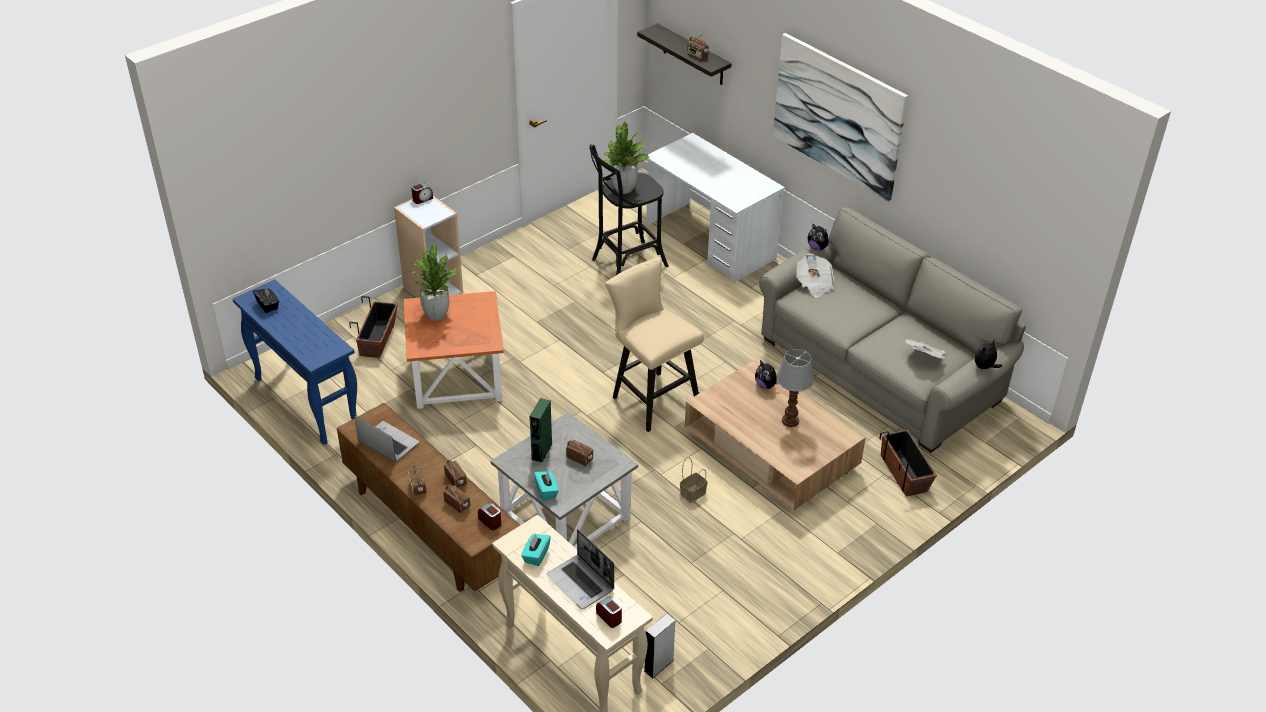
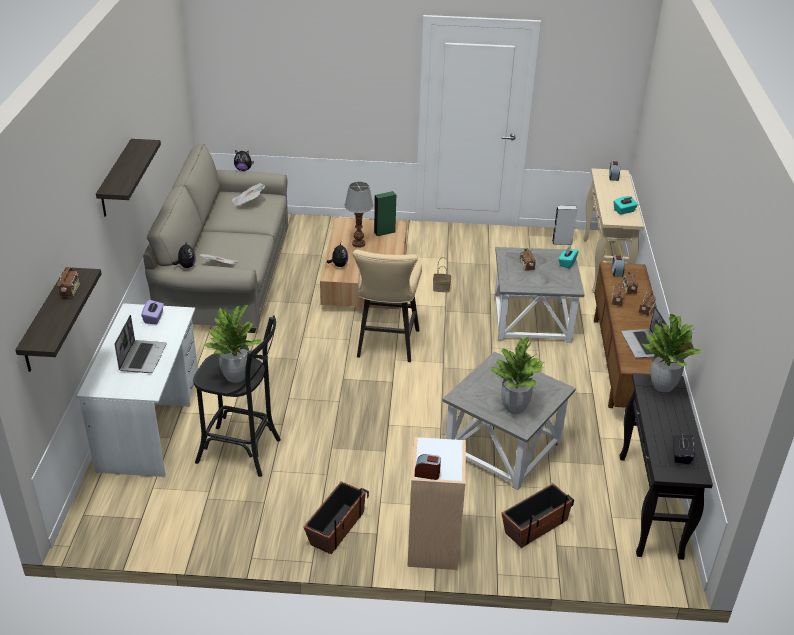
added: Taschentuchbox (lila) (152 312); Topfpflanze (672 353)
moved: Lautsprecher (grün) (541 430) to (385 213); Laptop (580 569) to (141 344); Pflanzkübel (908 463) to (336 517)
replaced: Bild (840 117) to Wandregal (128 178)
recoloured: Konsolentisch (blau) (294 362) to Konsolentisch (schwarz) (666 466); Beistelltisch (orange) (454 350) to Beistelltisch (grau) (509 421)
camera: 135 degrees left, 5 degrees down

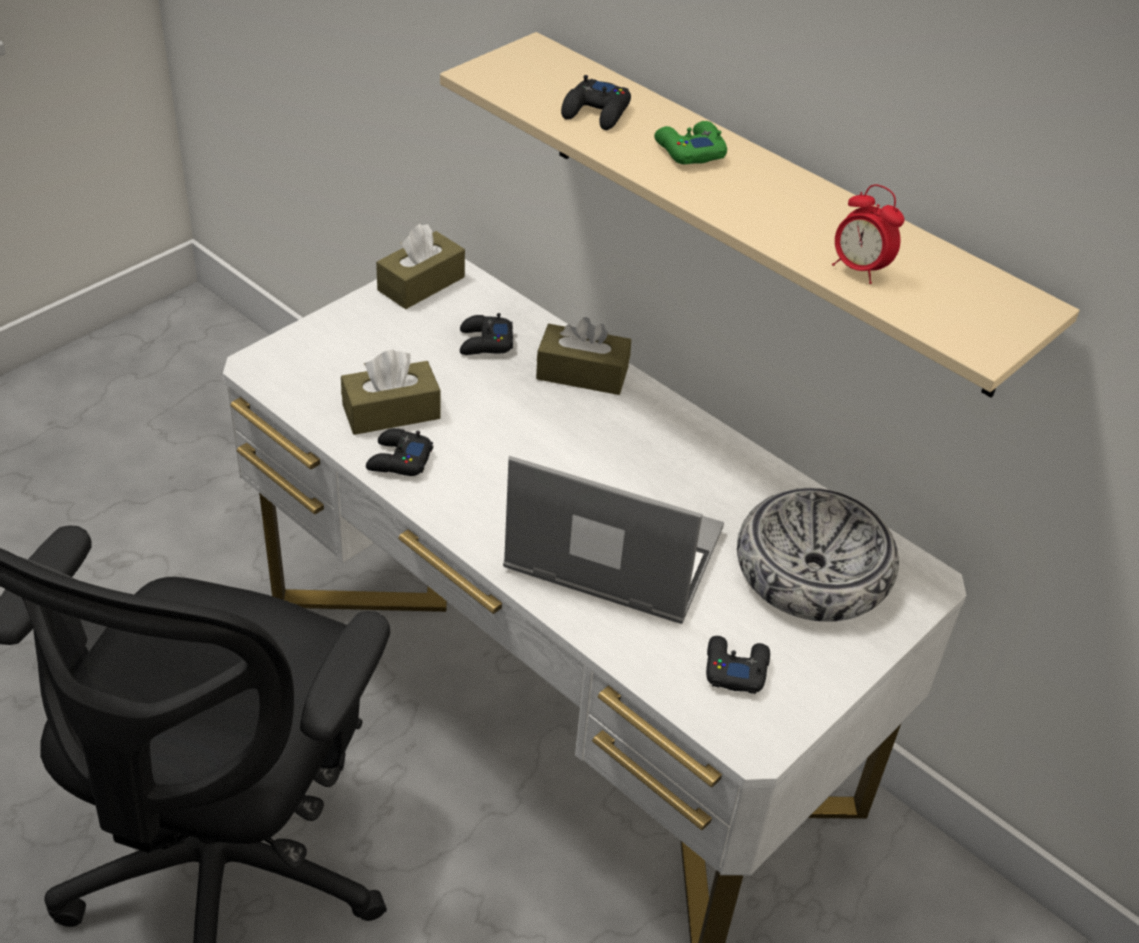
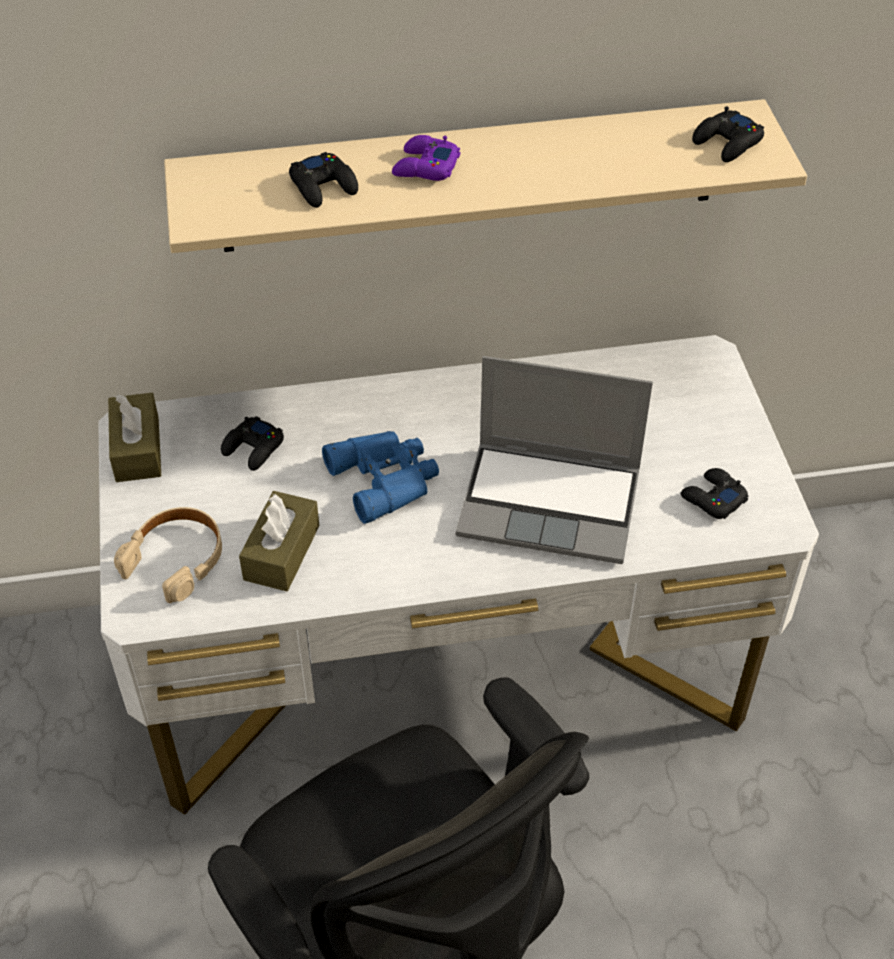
removed: Taschentuchbox (braun) (583 356); Schüssel (818 555); Wecker (868 234)
added: Kopfhörer (beige) (168 555); Fernglas (blau) (380 477)
moved: Gamepad (schwarz) (399 452) to (728 134)
recoloured: Gamepad (grün) (690 142) to Gamepad (lila) (426 158)
turned: Laptop (613 540) = (554 460) 135 degrees counterclockwise
camera: 50 degrees left, 5 degrees up

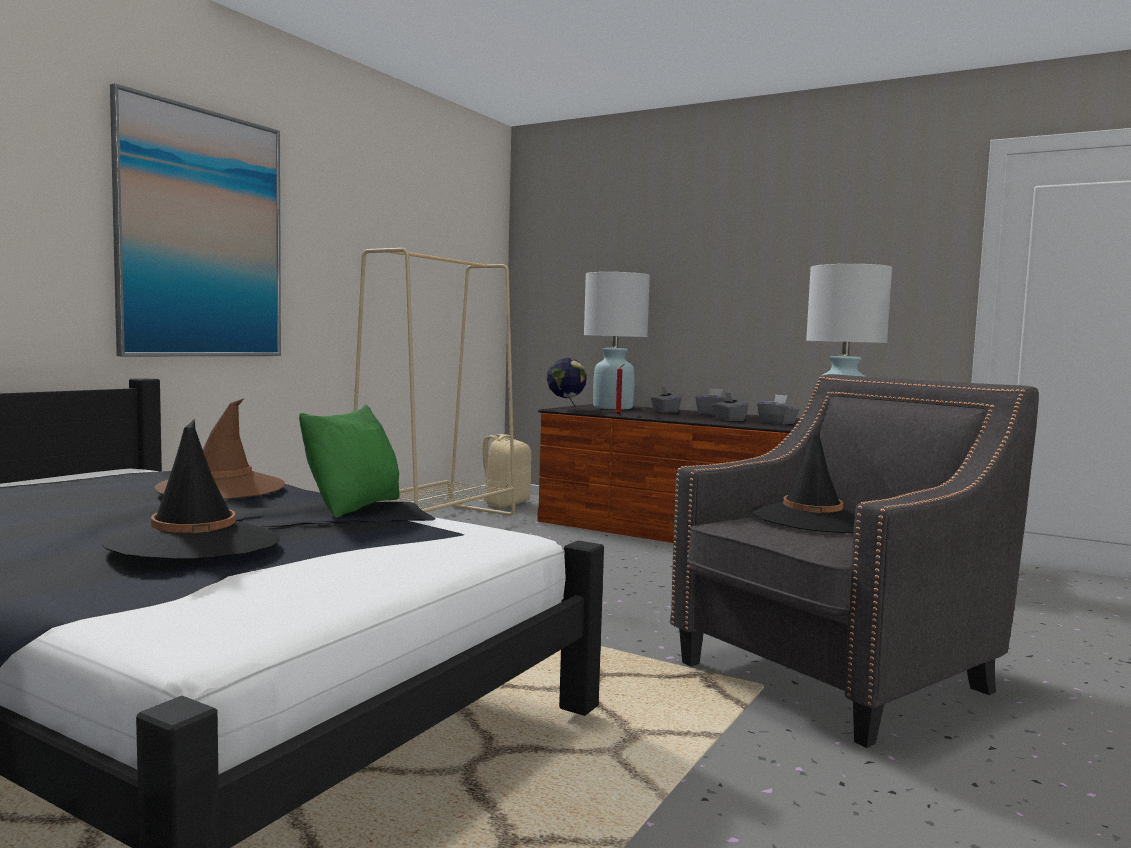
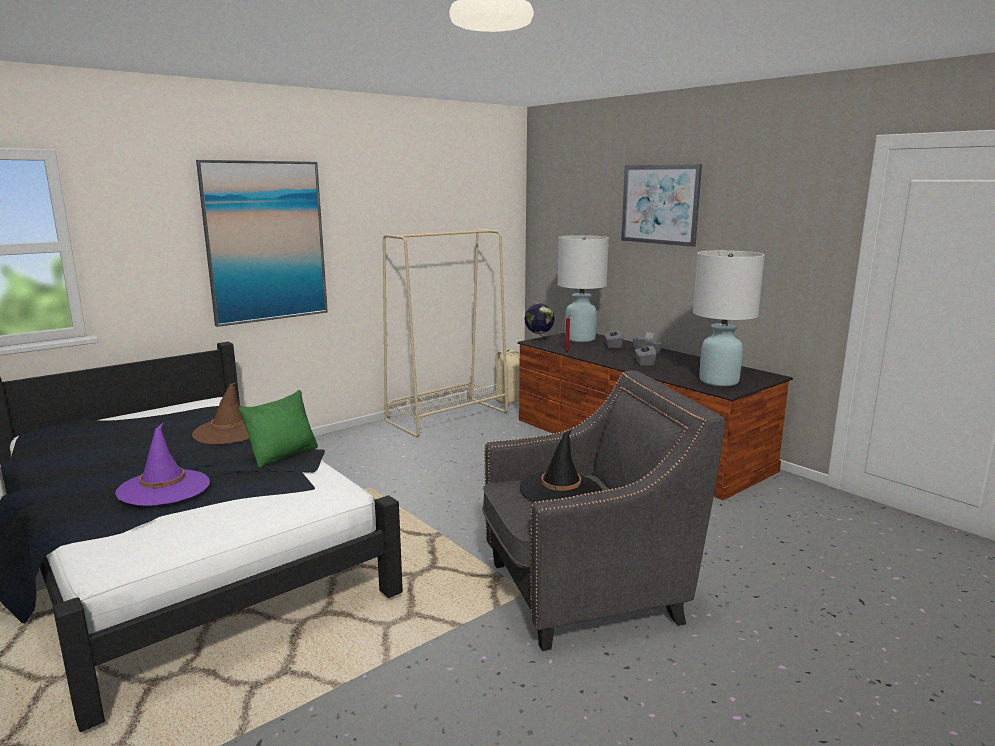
removed: Taschentuchbox (grau) (778 409)
added: Bild (661 205)
recoloured: Hut (schwarz) (191 489) to Hut (lila) (162 464)
camera: 20 degrees right, 10 degrees up

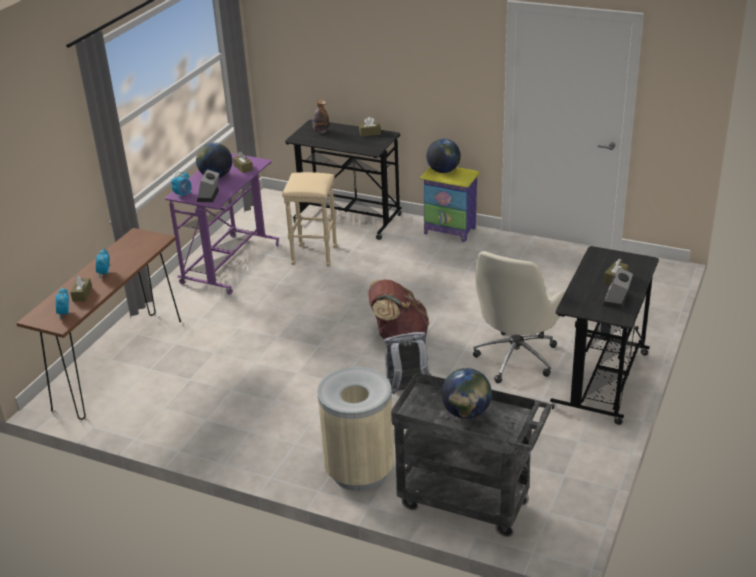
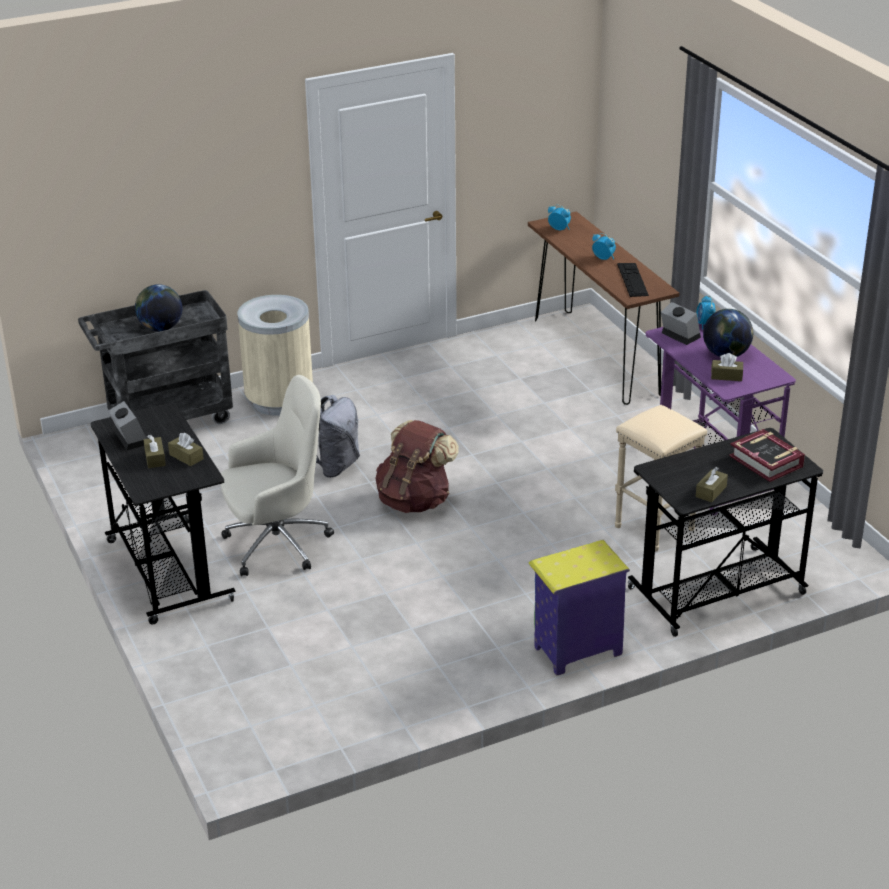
removed: Globus (443 156)
added: Tastatur (633 280)
moved: Taschentuchbox (braun) (81 289) to (186 449)
replaced: Flasche (320 116) to Buch (767 455)
turned: Bürostuhl (beige) (519 317) = (277 475) 90 degrees clockwise
camera: 130 degrees right, 0 degrees up

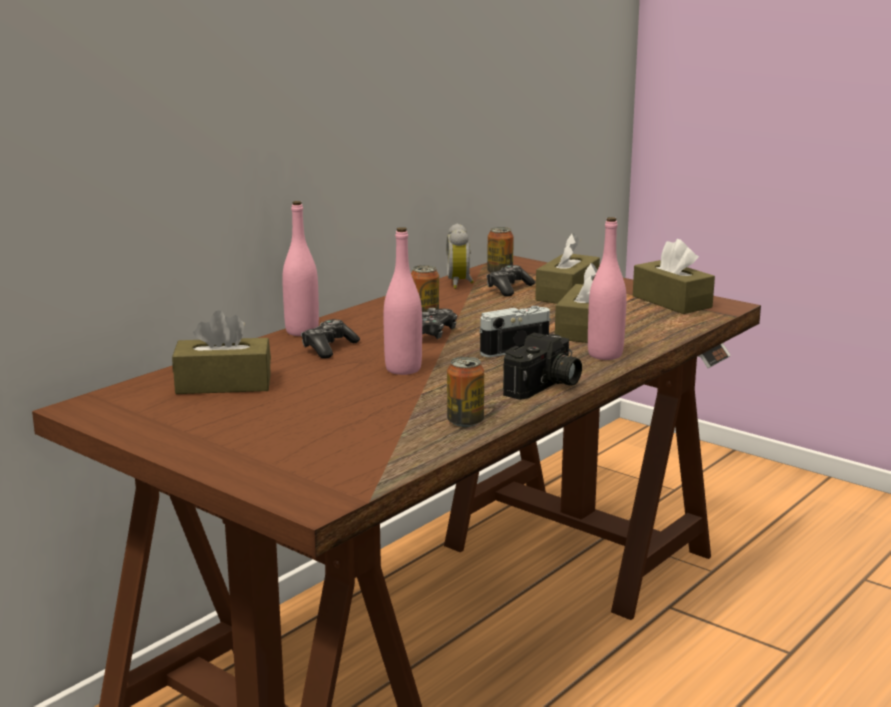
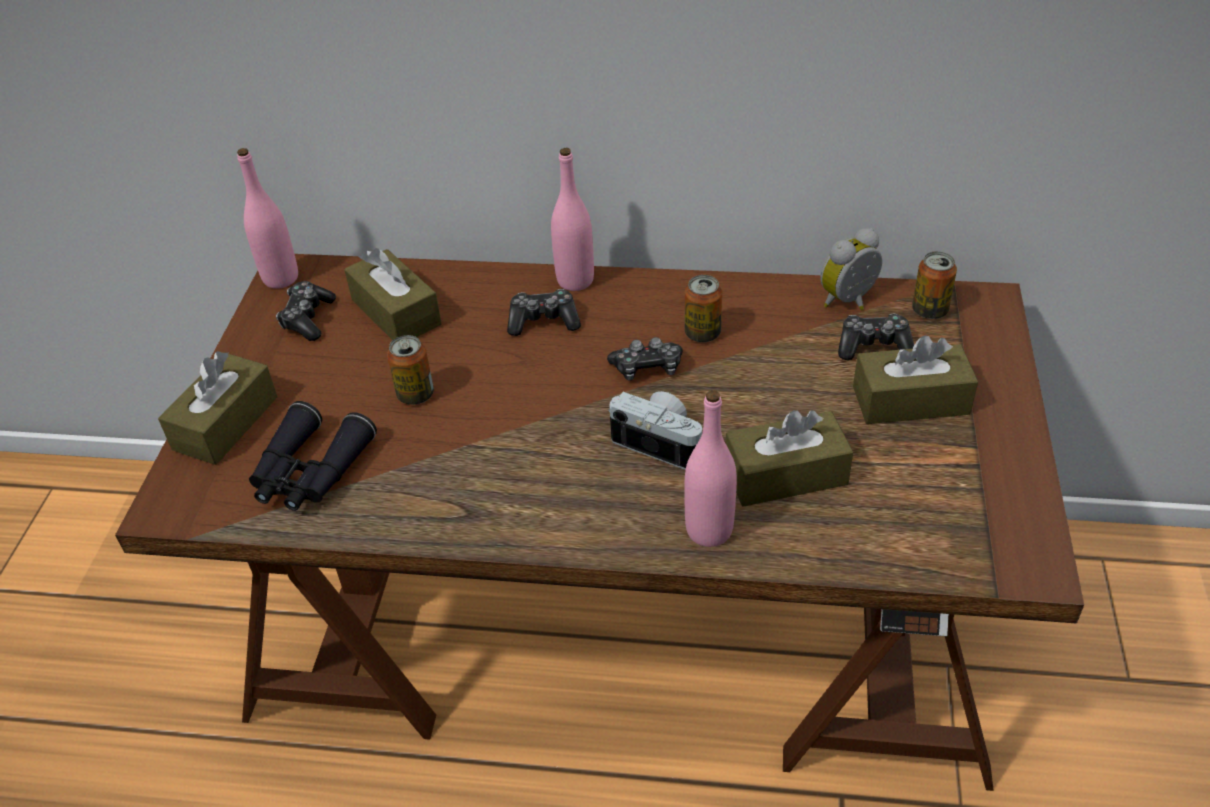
removed: Kamera (542 366)
added: Fernglas (schwarz) (313 456); Gamepad (306 311)
moved: Flasche (rosa) (403 301) to (267 218); Dose (465 392) to (410 370); Taschentuchbox (braun) (674 276) to (217 408)
camera: 60 degrees right, 25 degrees up

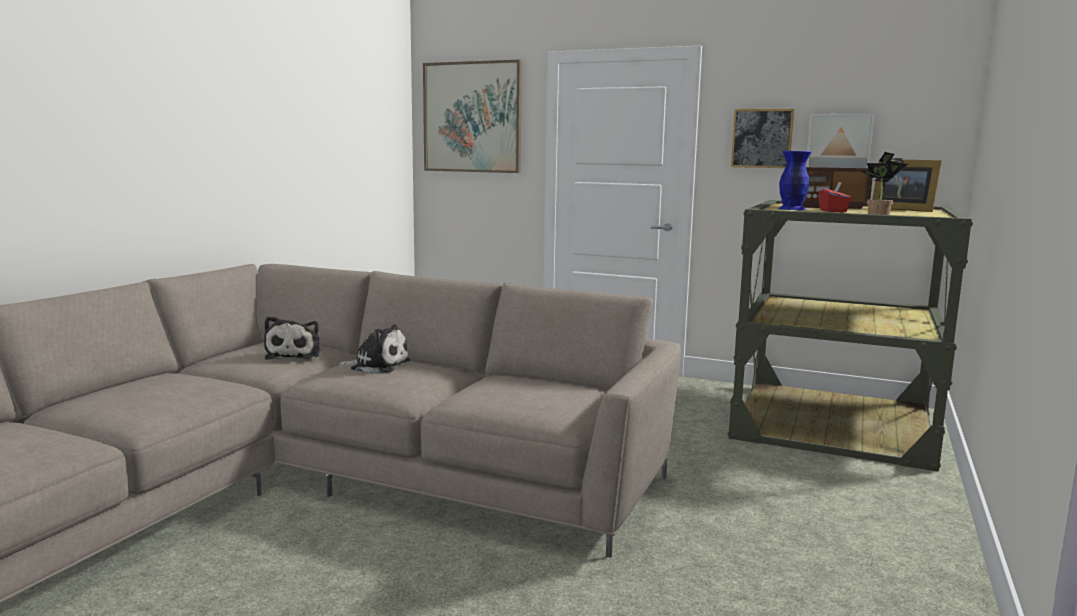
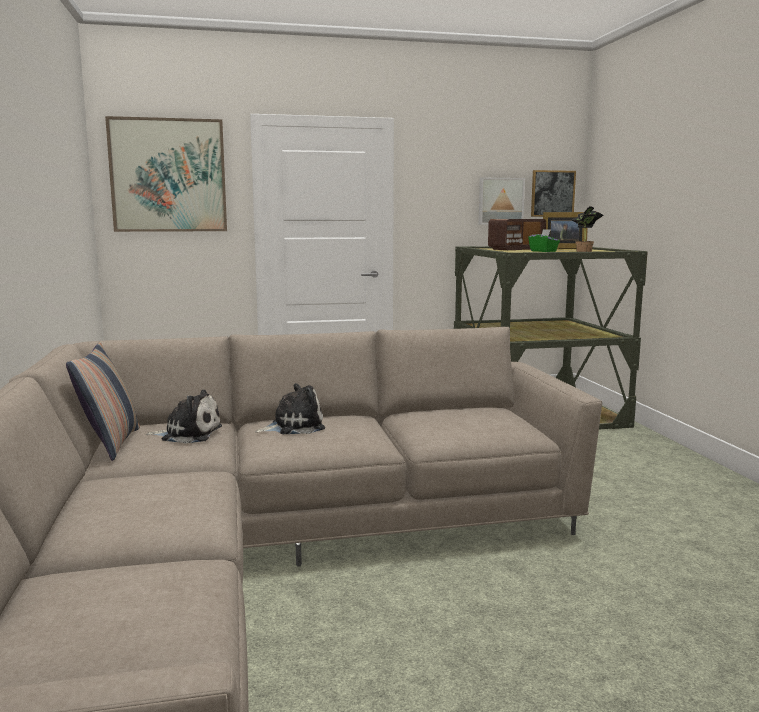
removed: Vase (blau) (795 180)
added: Kissen (103 402)
moved: Bild (762 138) to (553 193)
recoloured: Taschentuchbox (rot) (835 197) to Taschentuchbox (grün) (544 240)
turned: Plüschtier (292 338) = (184 417) 45 degrees counterclockwise
camera: 35 degrees left, 0 degrees up

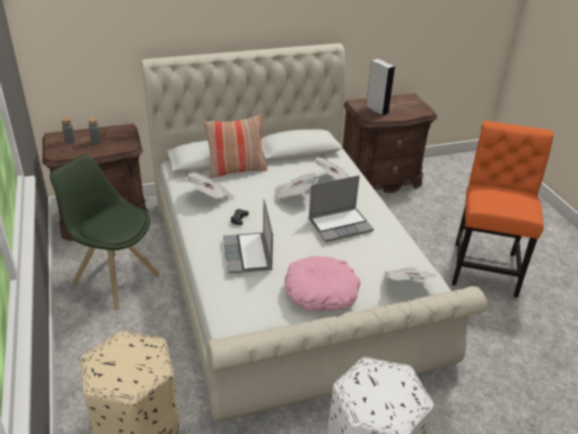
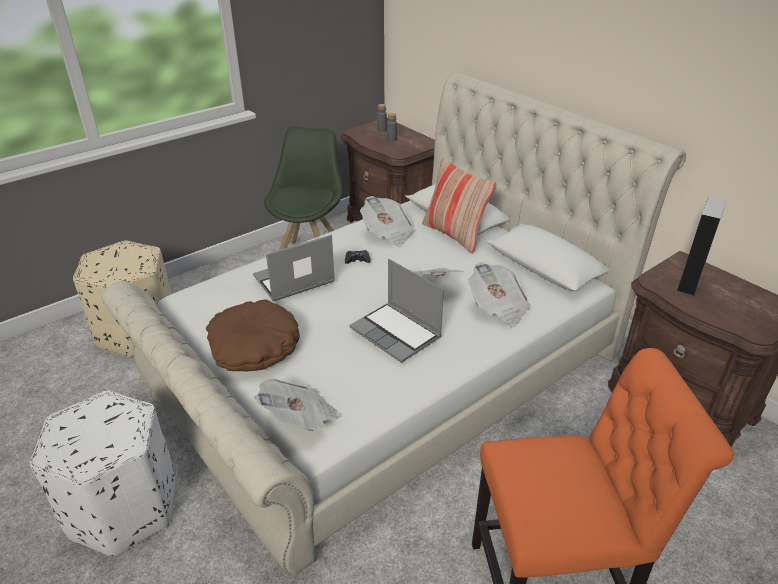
recoloured: Kissen (rosa) (322 283) to Kissen (braun) (253 335)
camera: 70 degrees right, 0 degrees up

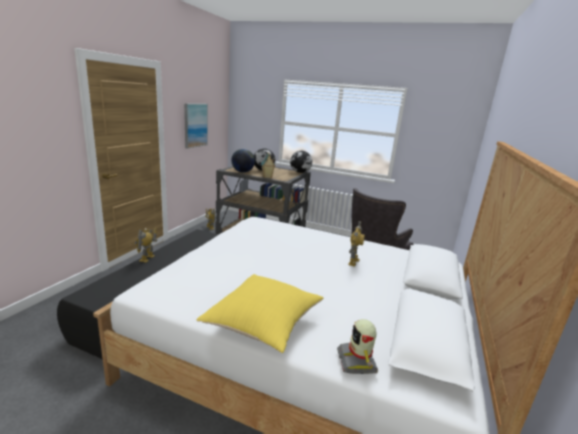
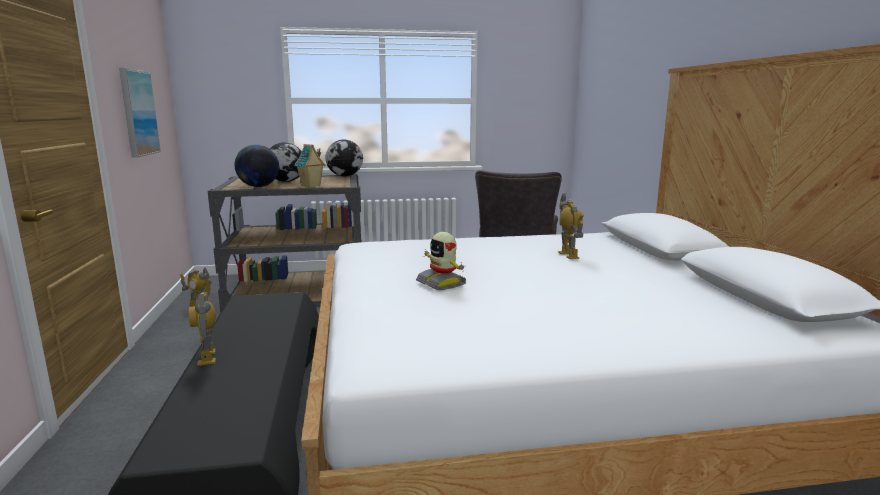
removed: Kissen (gelb) (259 313)
moved: Spielzeugroboter (357 346) to (441 261)
camera: 30 degrees left, 5 degrees down

